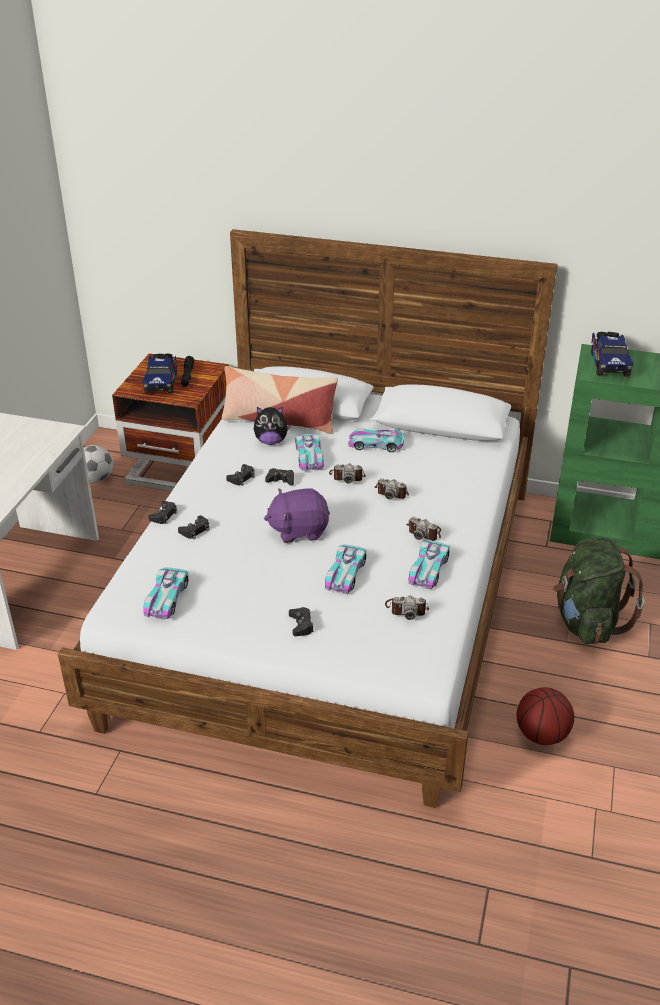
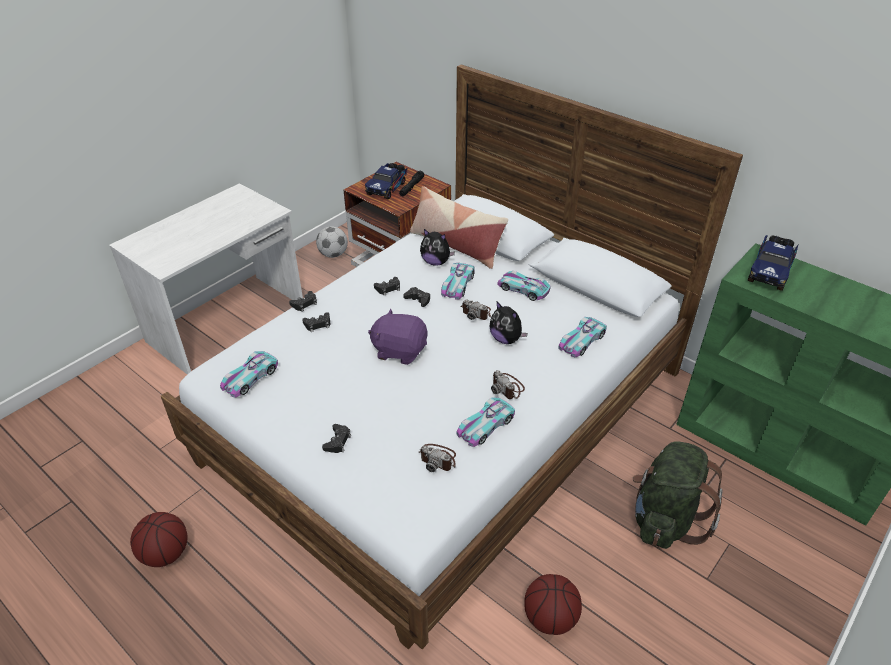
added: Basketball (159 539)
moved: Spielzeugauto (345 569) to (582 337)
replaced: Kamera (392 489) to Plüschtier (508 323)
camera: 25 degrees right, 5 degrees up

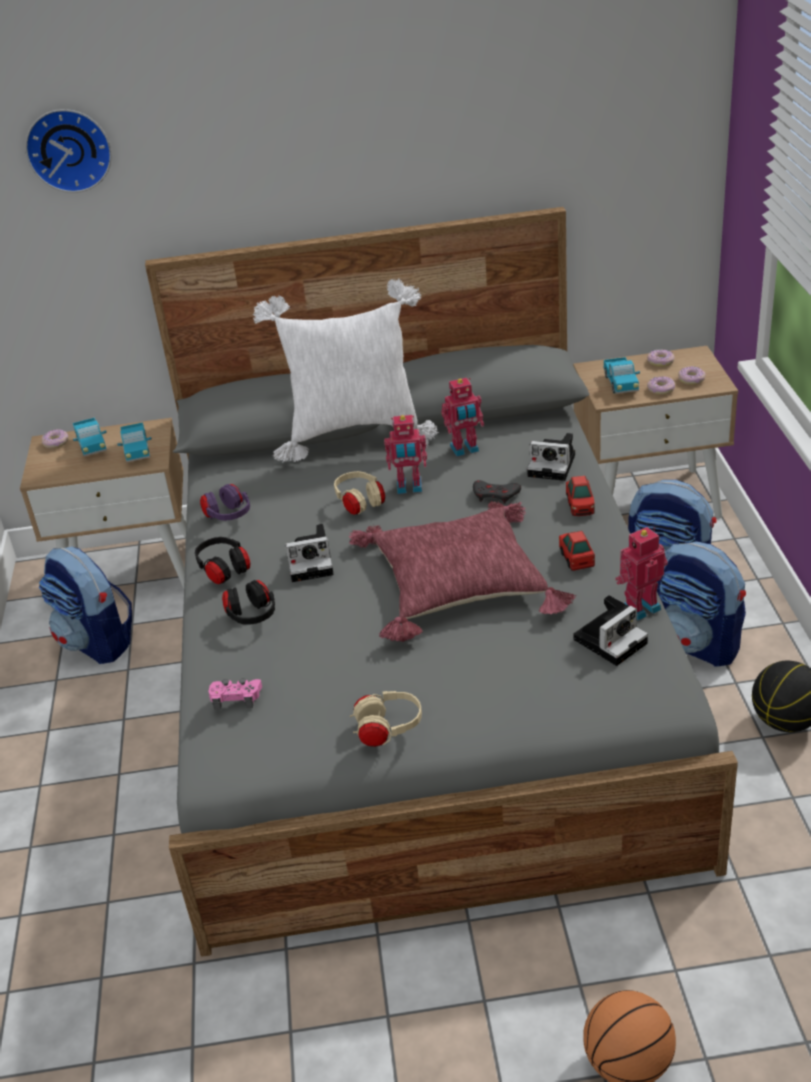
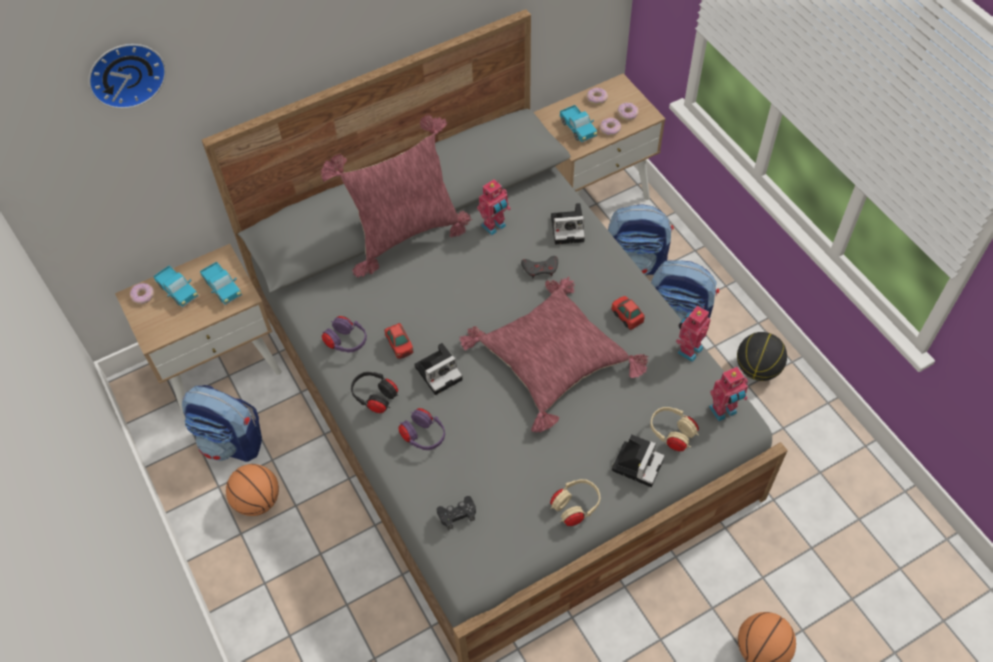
added: Basketball (252 490)
moved: Kopfhörer (beige) (359 493) to (674 429); Spielzeugroboter (405 454) to (728 394); Spielzeugauto (580 496) to (398 341); Kamera (610 630) to (638 460)
recoloured: Gamepad (rosa) (235 694) to Gamepad (schwarz) (456 513); Kopfhörer (schwarz) (248 602) to Kopfhörer (lila) (422 429); Kissen (weiß) (345 370) to Kissen (rot) (396 196)
camera: 25 degrees left, 20 degrees up

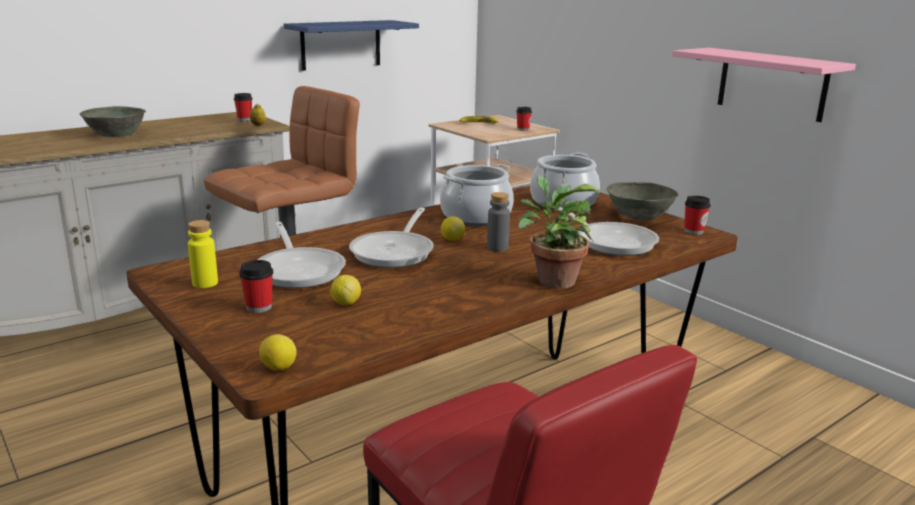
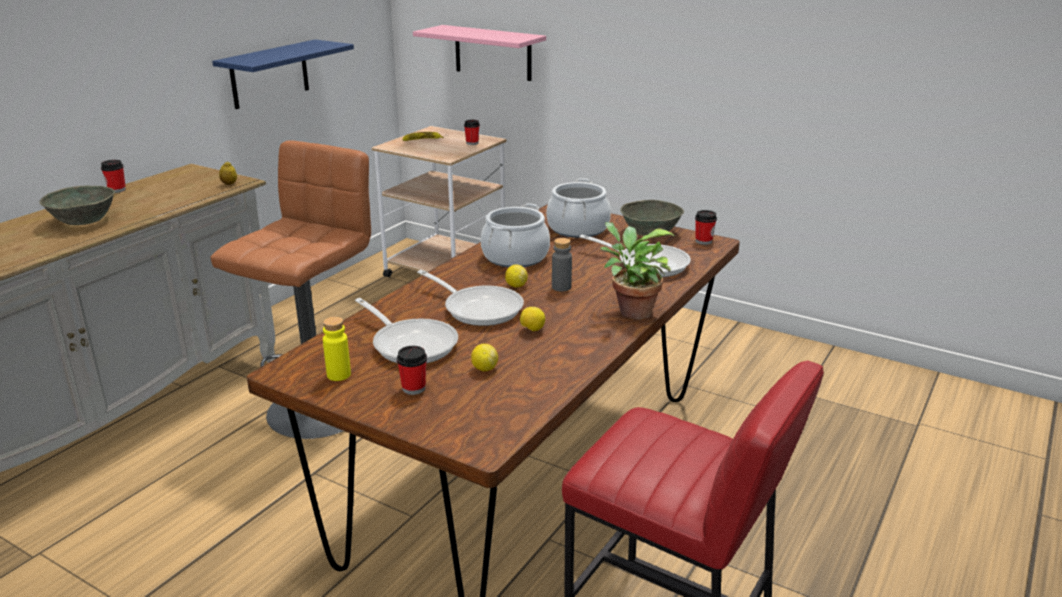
moved: Tasse (243 107) to (113 176); Zitrone (278 352) to (532 319); Wandregal (rosa) (764 85) to (479 53)
turned: Pfanne (391 238) = (470 298) 45 degrees counterclockwise
camera: 20 degrees left, 5 degrees up

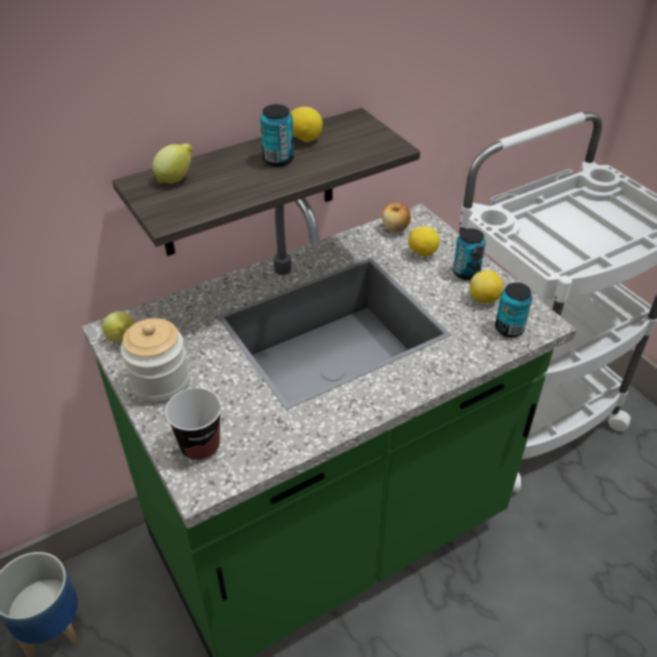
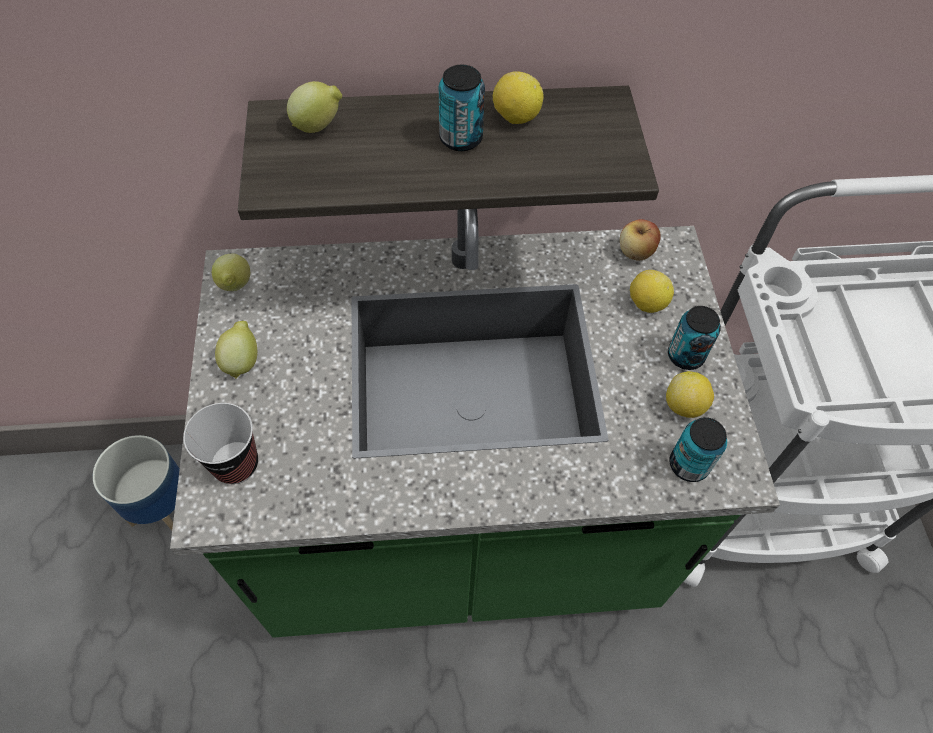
replaced: Vorratsglas (155 361) to Zitrone (236 350)
camera: 25 degrees right, 15 degrees up

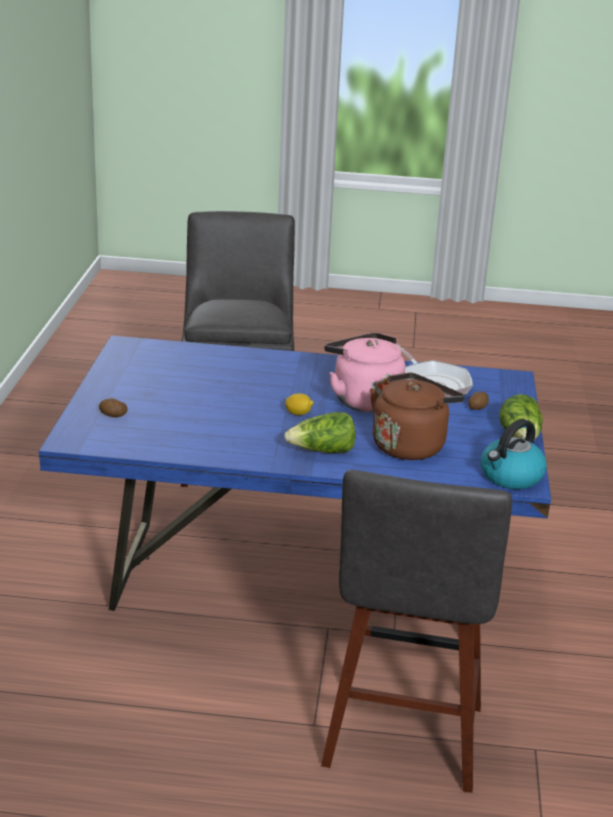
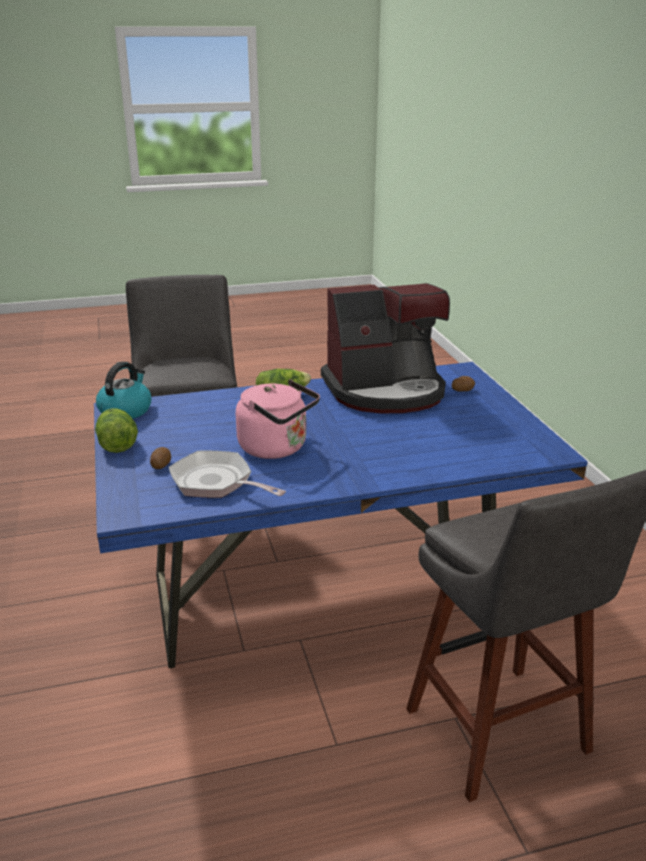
removed: Zitrone (299 404); Wasserkessel (braun) (417 416)
added: Kaffeemaschine (385 348)
camera: 160 degrees right, 0 degrees up

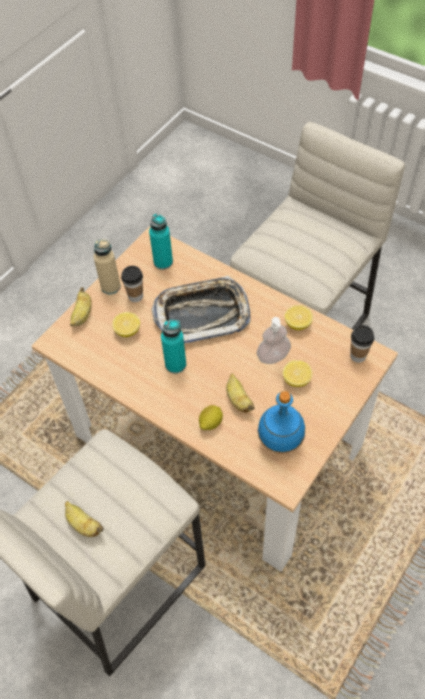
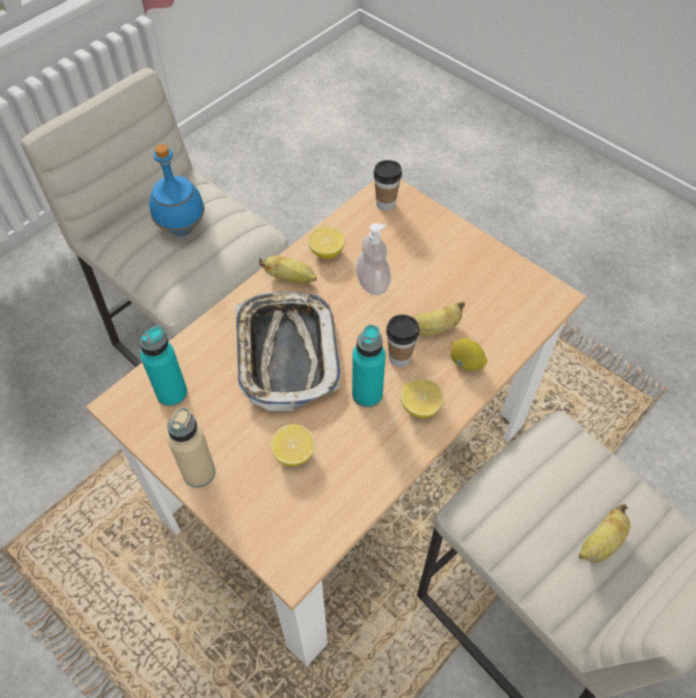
moved: Banane (81 306) to (288 270); Tasse (132 284) to (402 341); Flasche (blau) (281 422) to (177 190); Zitrone (297 373) to (422 398)
camera: 85 degrees left, 0 degrees up

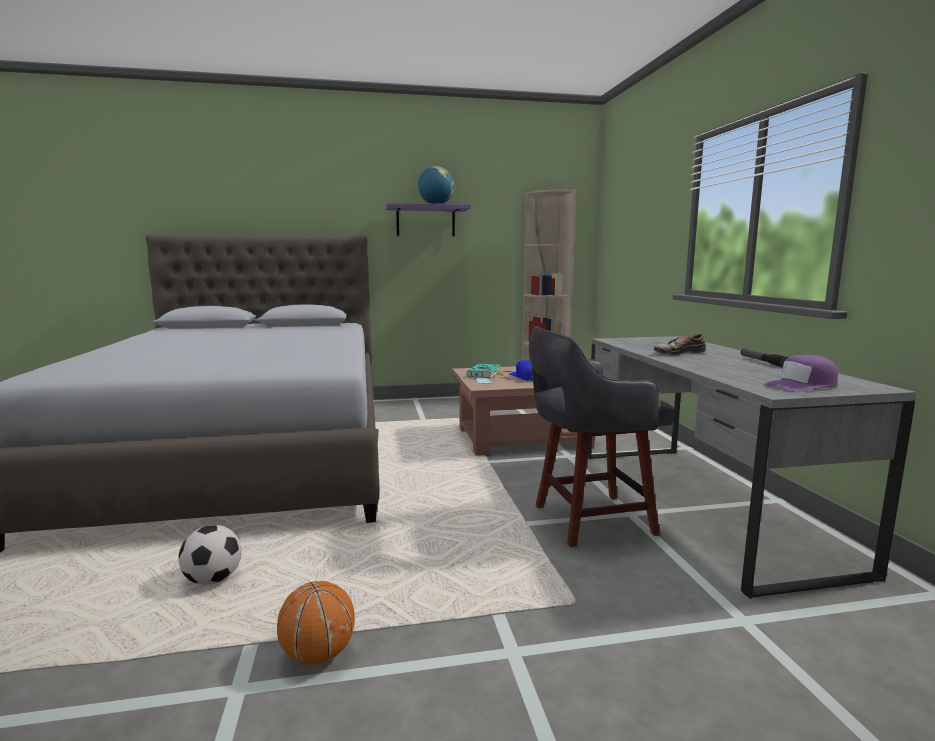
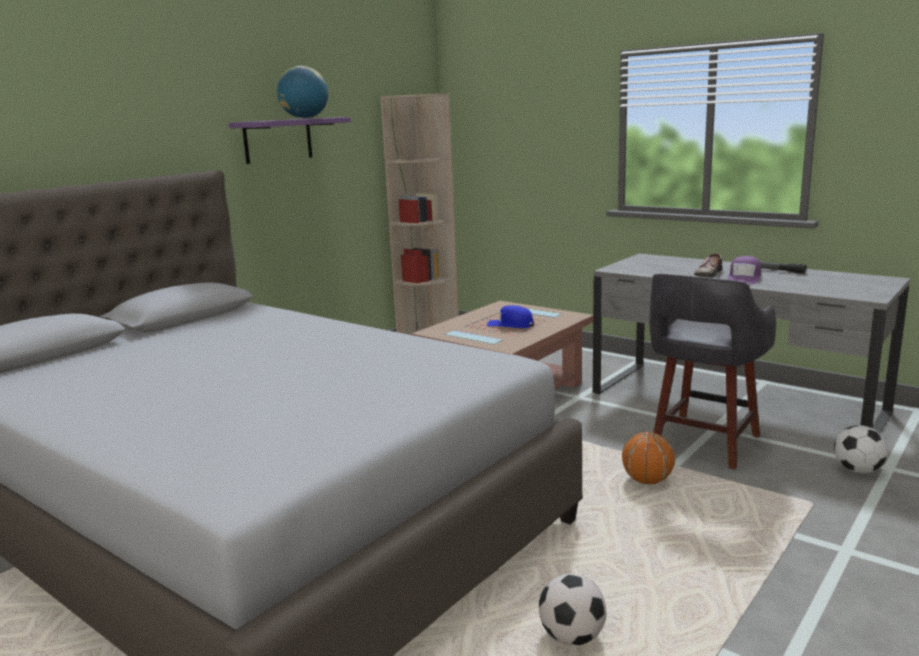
removed: Buch (türkis) (483 371)
added: Fußball (861 449)
moved: Basketball (316 623) to (648 458); Kappe (lila) (800 373) to (744 270)
camera: 40 degrees left, 5 degrees up

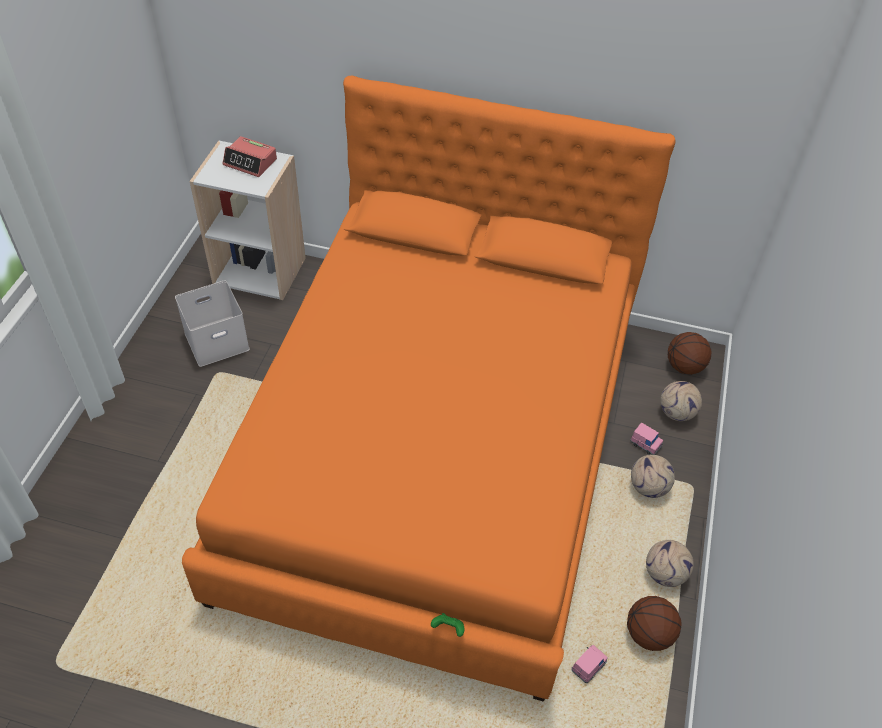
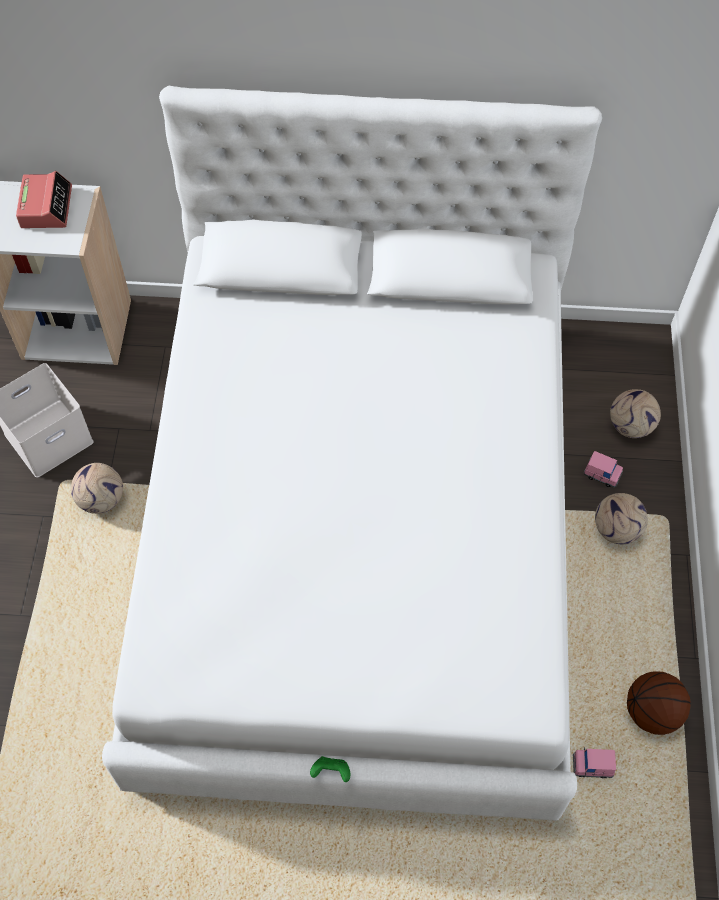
removed: Basketball (689 353)
moved: Gamepad (grün) (447 625) to (330 769); Fußball (670 563) to (97 488)
recoloured: Bett (orange) (428 388) to Bett (weiß) (352 453)
turned: Wecker (250 156) = (44 199) 105 degrees counterclockwise; Spielzeugauto (rosa) (589 664) = (594 763) 120 degrees counterclockwise
camera: 10 degrees left, 10 degrees up

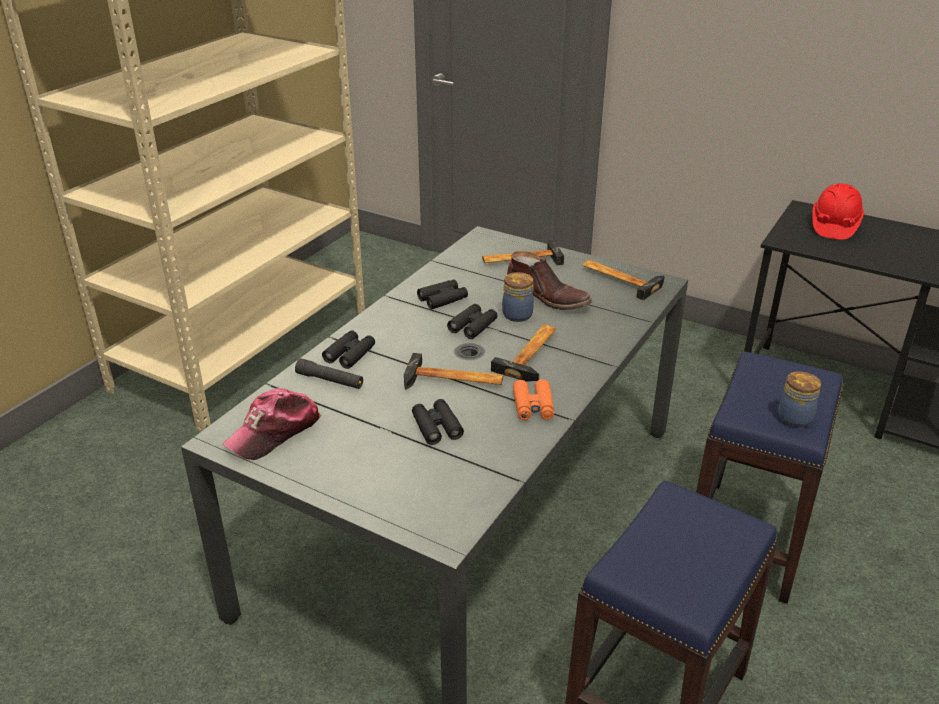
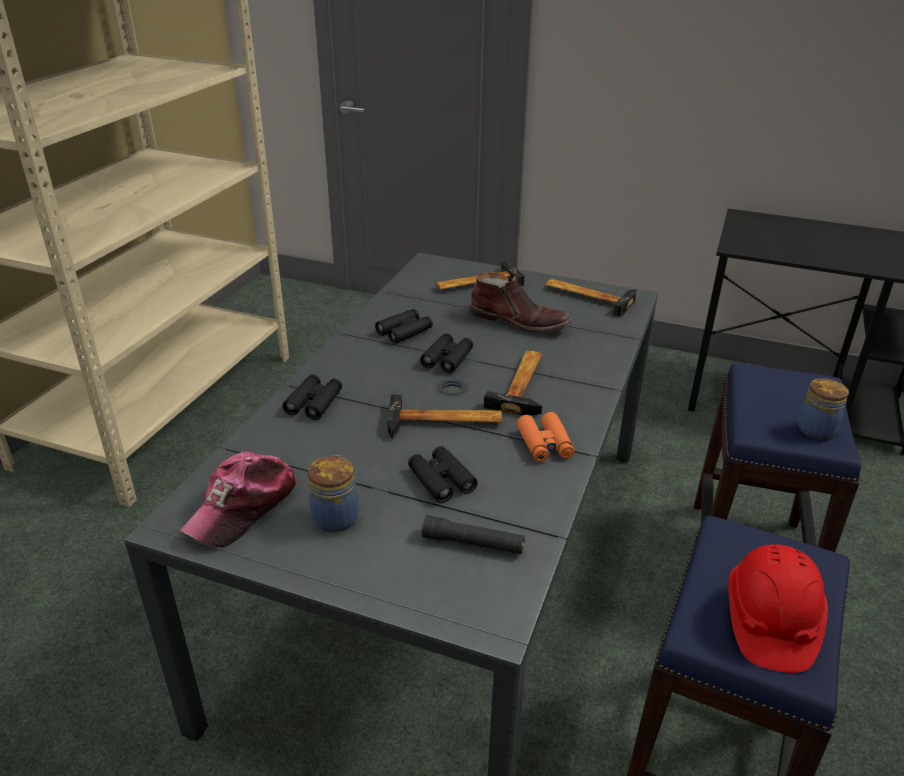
moved: Taschenlampe (schwarz) (329 373) to (473 534); Vorratsglas (518 297) to (333 493); Schutzhelm (rot) (838 211) to (778 608)
camera: 10 degrees left, 0 degrees up

